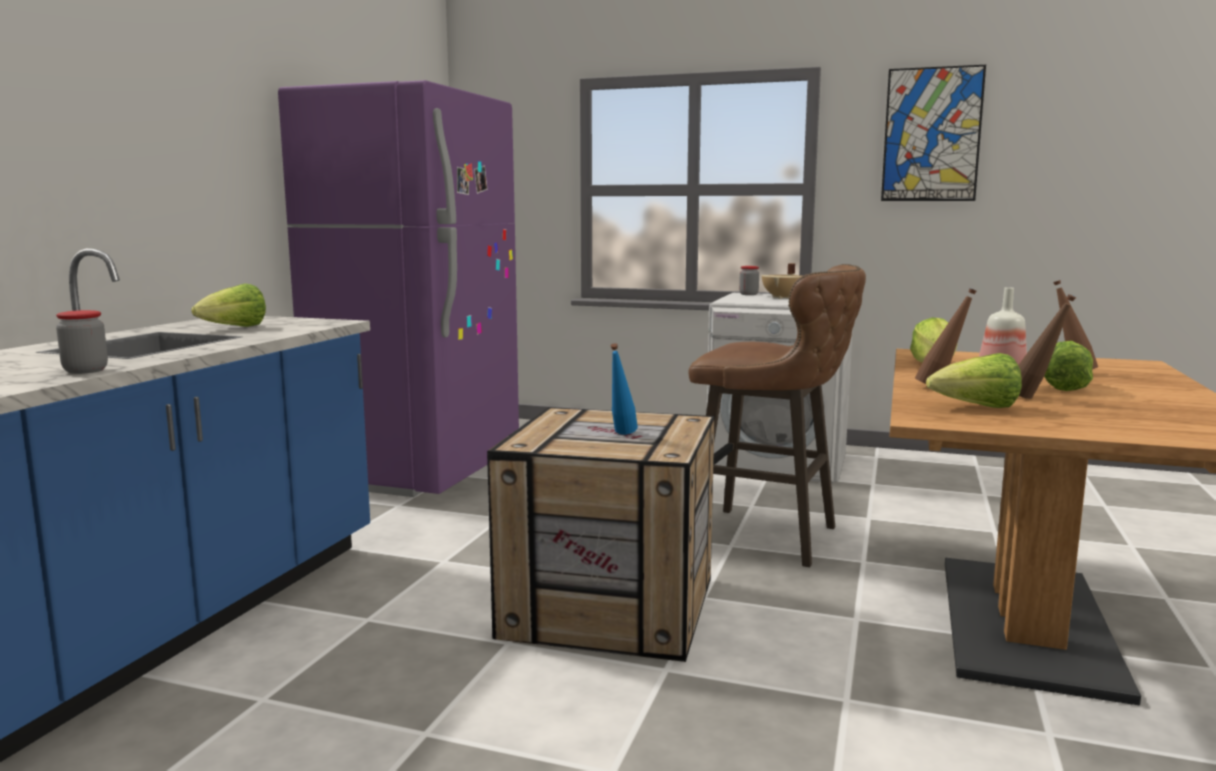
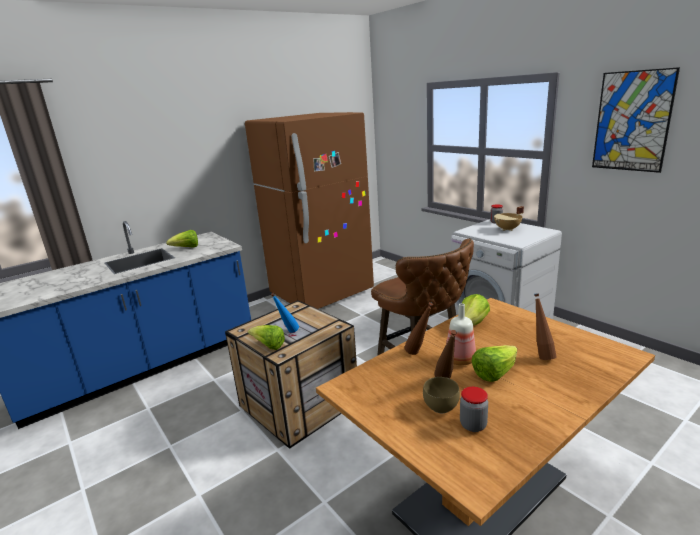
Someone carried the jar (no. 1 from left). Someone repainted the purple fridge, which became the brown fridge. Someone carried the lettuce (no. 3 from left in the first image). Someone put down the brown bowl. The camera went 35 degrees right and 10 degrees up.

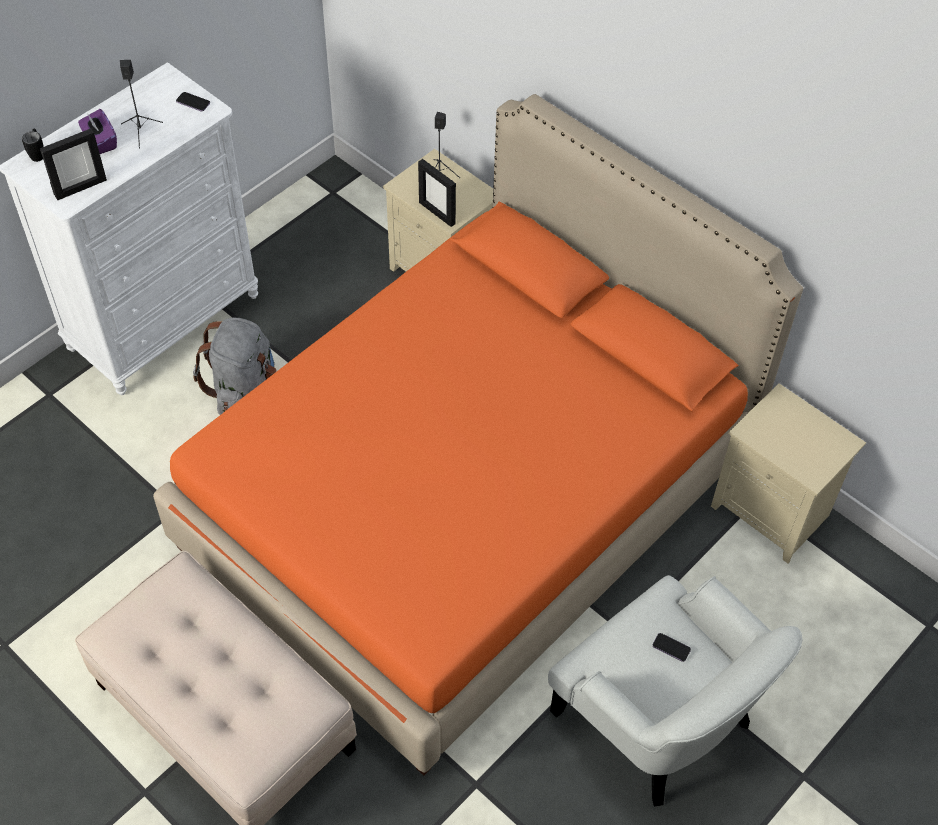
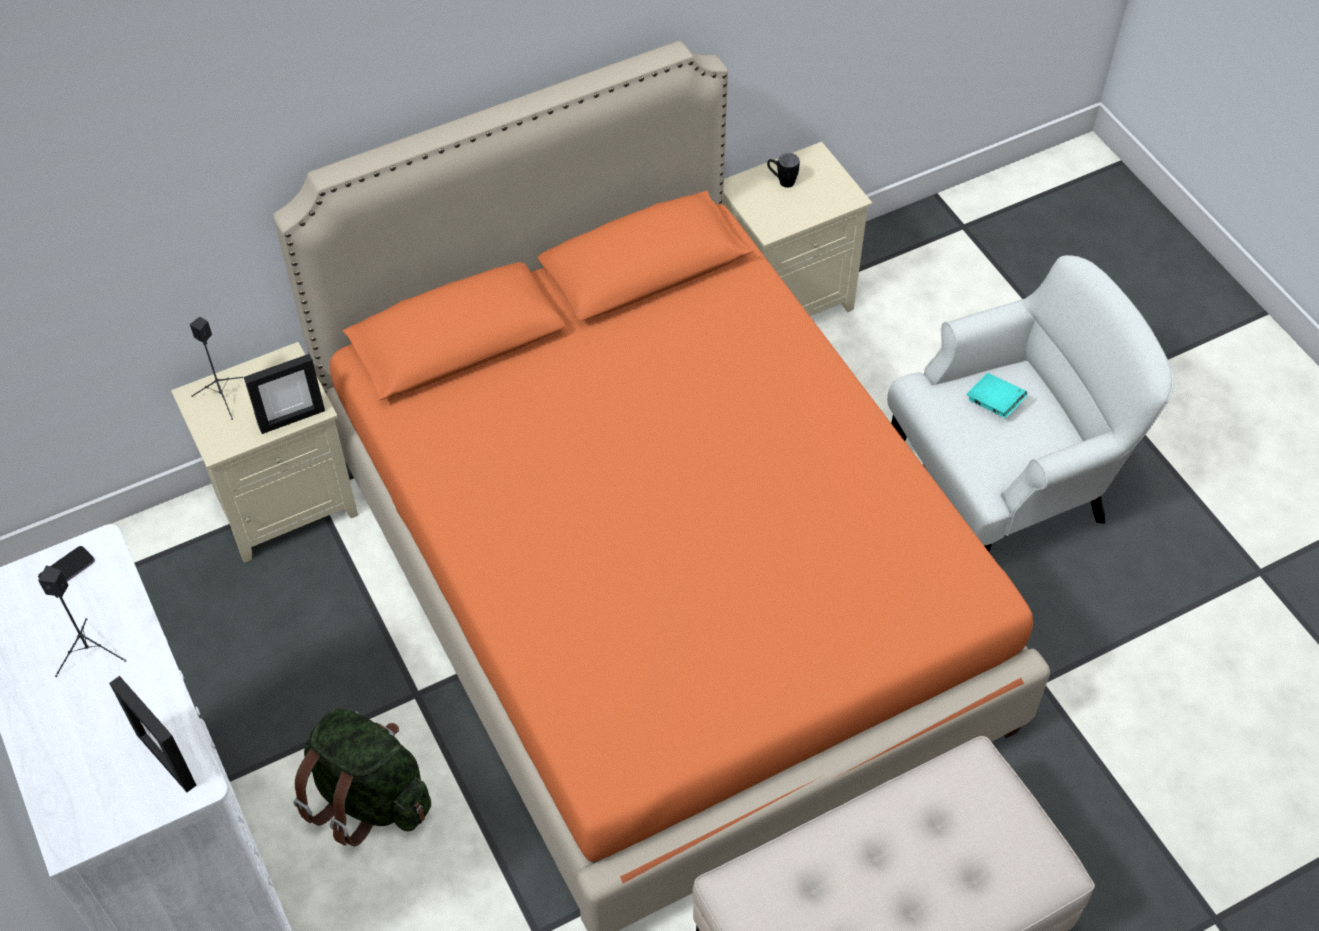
Someone carried the black mug. Someone rotated the picture frame (no. 1 from left) by 150 degrees clockwise. Someone took away the purple tissue box. Someone repainted the grey backpack, which became the green backpack. Someone swapped the phone (no. 2 from left) for the turquoise book. The camera went 70 degrees left and 0 degrees up.

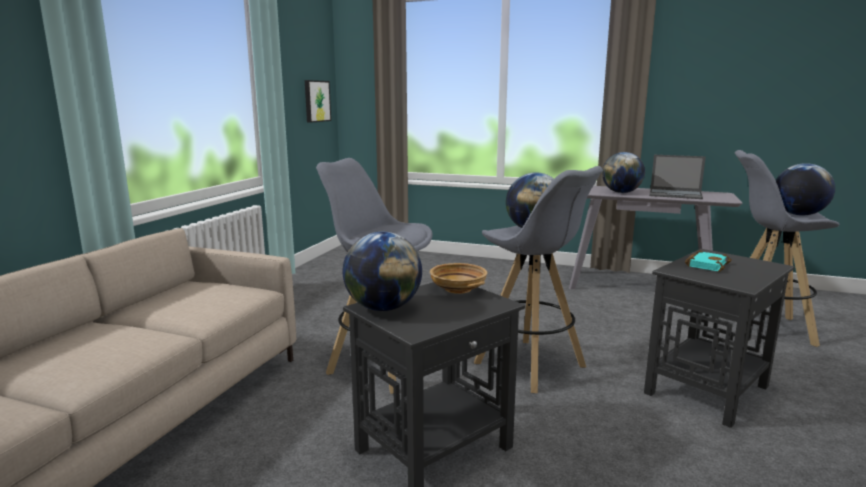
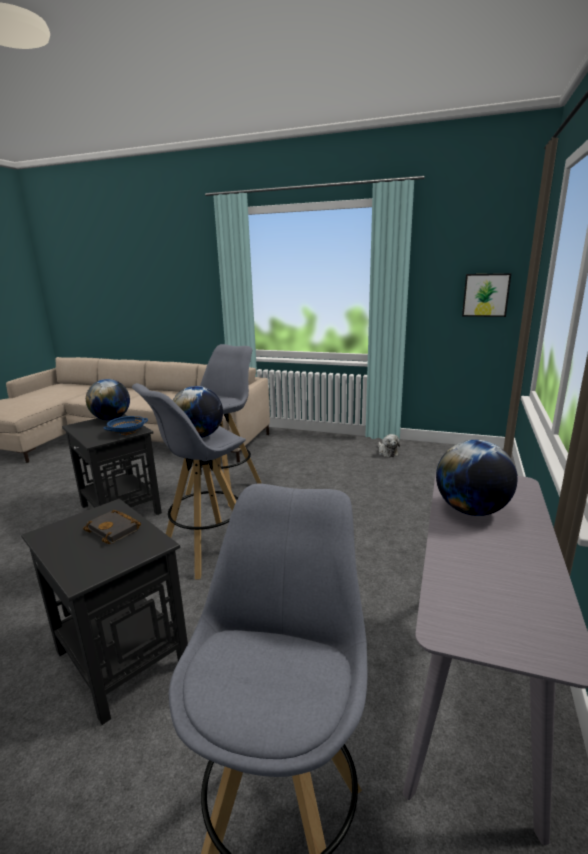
Someone repainted the beige bowl, which became the blue bowl. Someone took away the laptop. Someone repainted the turquoise book, which became the black book. Someone took away the globe (no. 4 from left). Someone put down the plush toy. The camera went 90 degrees right and 5 degrees up.

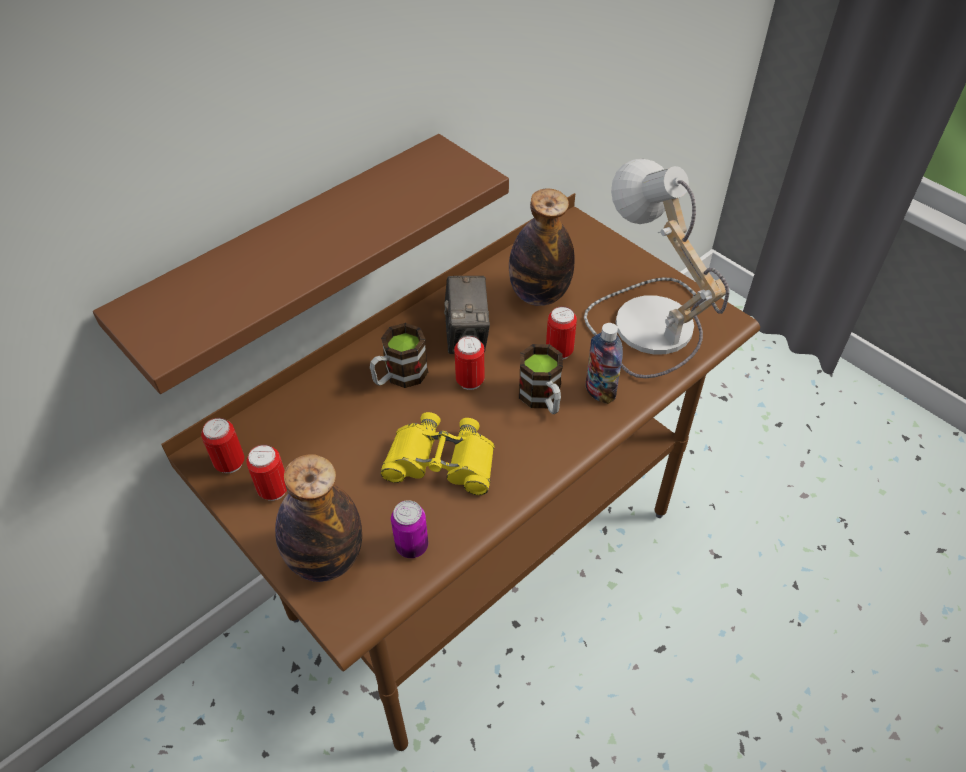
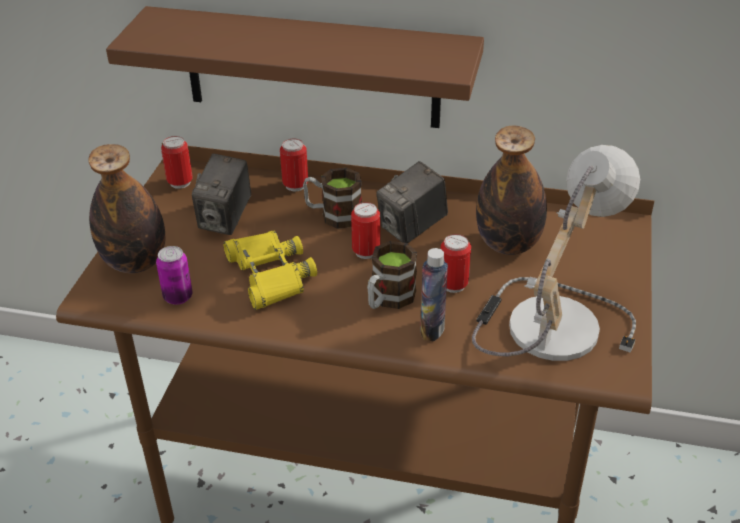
Someone carried the can (no. 2 from left in the first image). Someone put down the photo camera (no. 1 from left). The camera went 55 degrees right and 10 degrees down.

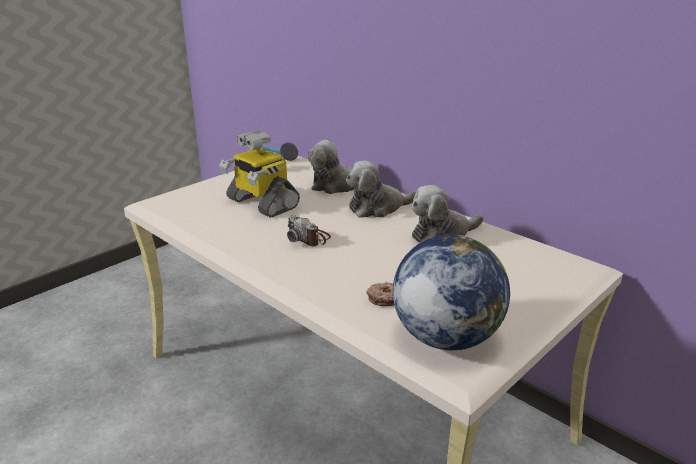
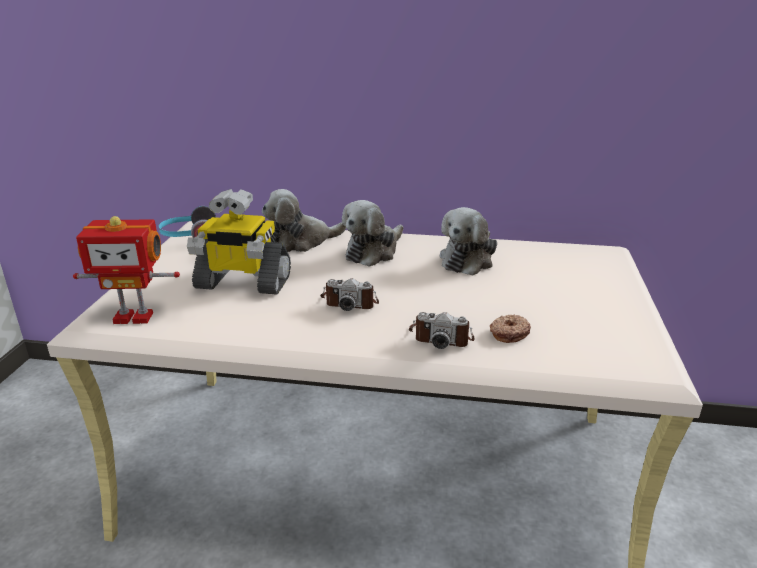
Someone took away the globe. Someone put down the toy robot (no. 1 from left). Someone put down the photo camera (no. 2 from left). The camera went 35 degrees left and 0 degrees up.

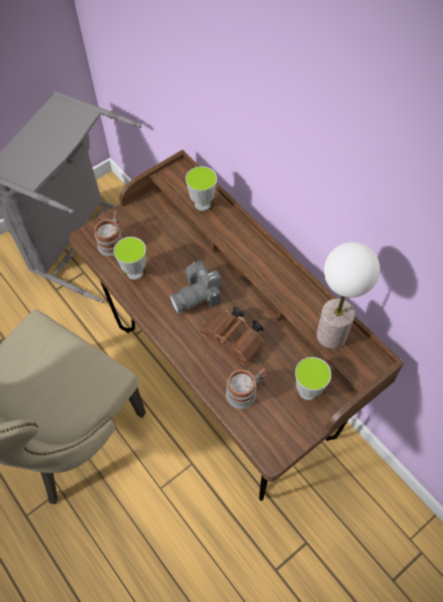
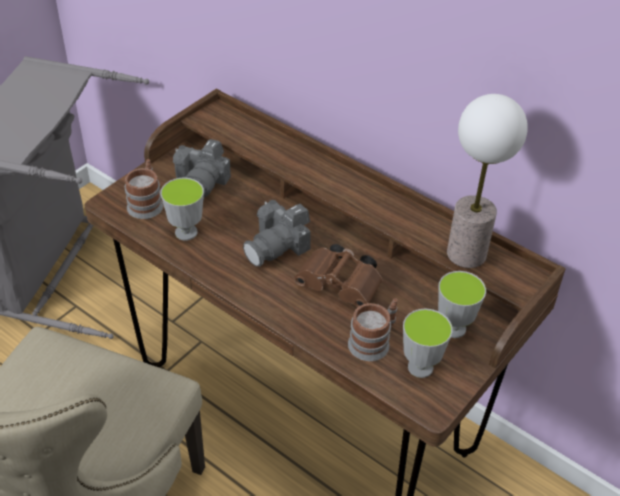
Someone carried the cup (no. 2 from left). Someone put down the photo camera (no. 1 from left). The camera went 15 degrees left and 15 degrees down.

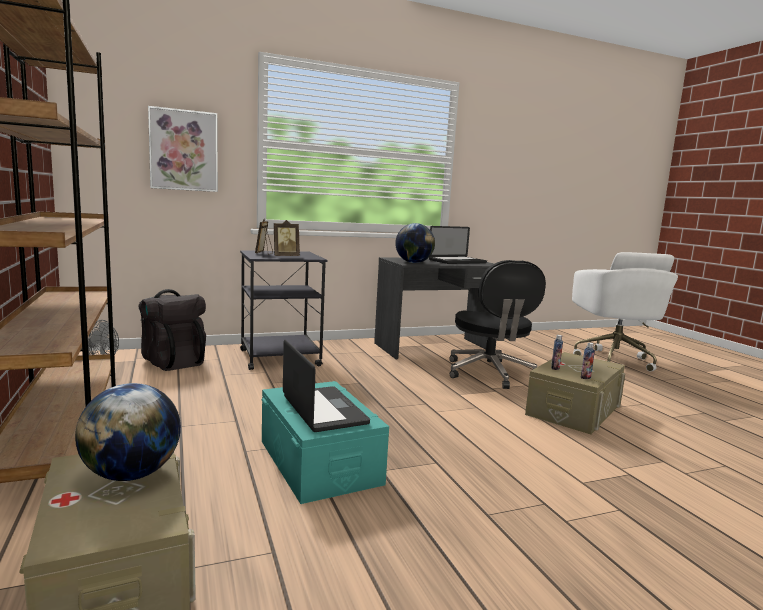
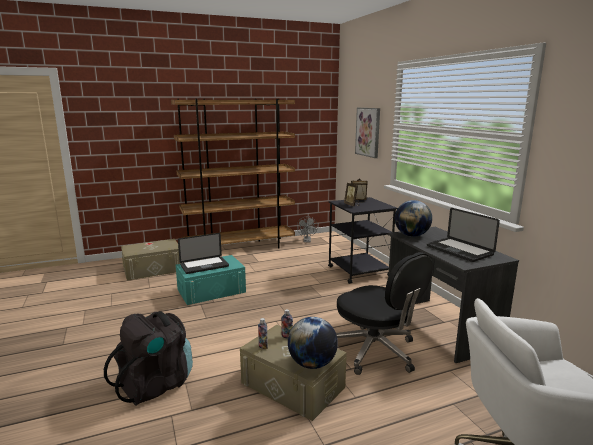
Someone carried the globe (no. 1 from left). Someone carried the black backpack. Someone rotated the black office chair by 120 degrees counterclockwise. The camera went 90 degrees right and 5 degrees up.

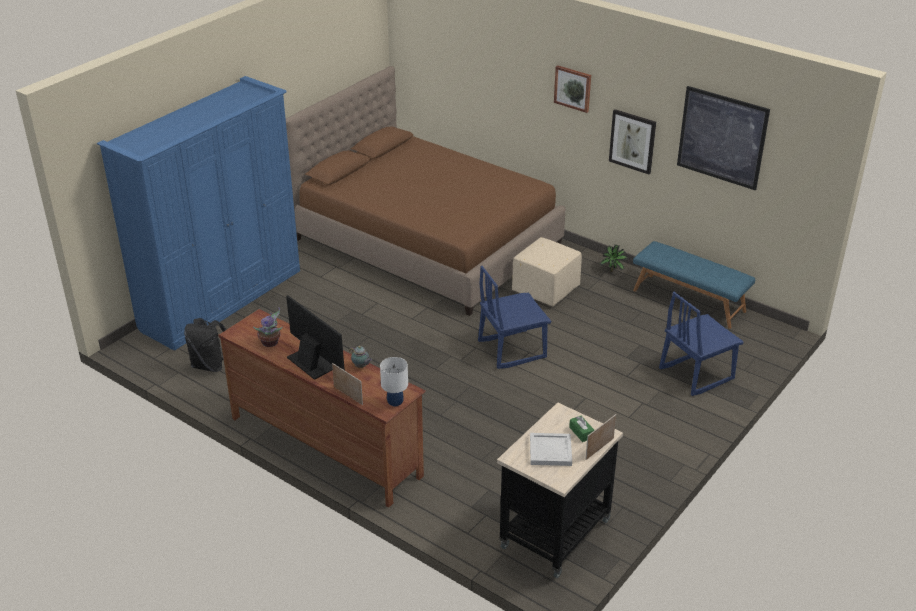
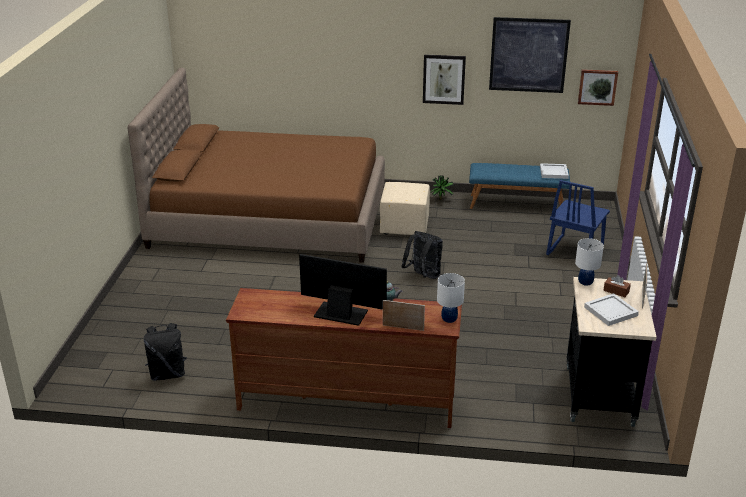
Someone took away the blue wardrobe. Someone took away the potted plant (no. 1 from left). Someone swapped the blue chair (no. 1 from left) for the black backpack (no. 2 from left). Someone carried the picture (no. 1 from left in the first image). Someone repainted the green tissue box, which became the brown tissue box. Someone put down the white tray (no. 1 from left). Someone put down the white table lamp (no. 2 from left). The camera went 30 degrees left and 5 degrees down.

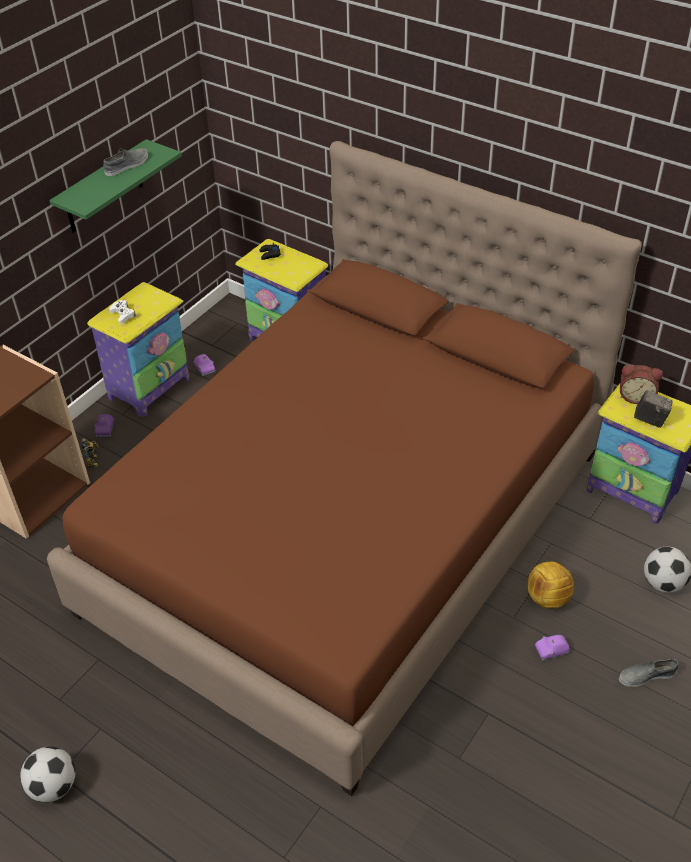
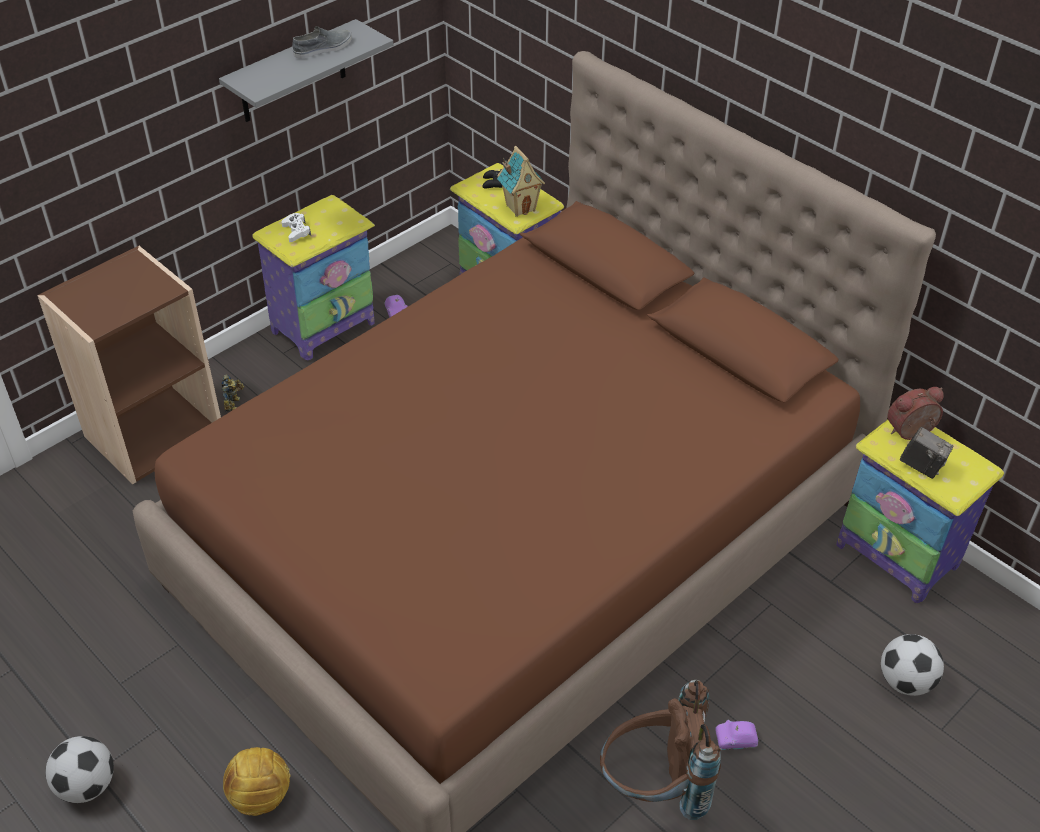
Someone repainted the green shelf, which became the grey shelf. Someone took away the purple toy car (no. 1 from left). Someone carried the football (no. 2 from left). Someone took away the grey shoe (no. 2 from left). Someone rotated the alarm clock by 135 degrees clockwise. Someone put down the toy house. Someone put down the brown backpack. The camera went 10 degrees right and 0 degrees up.

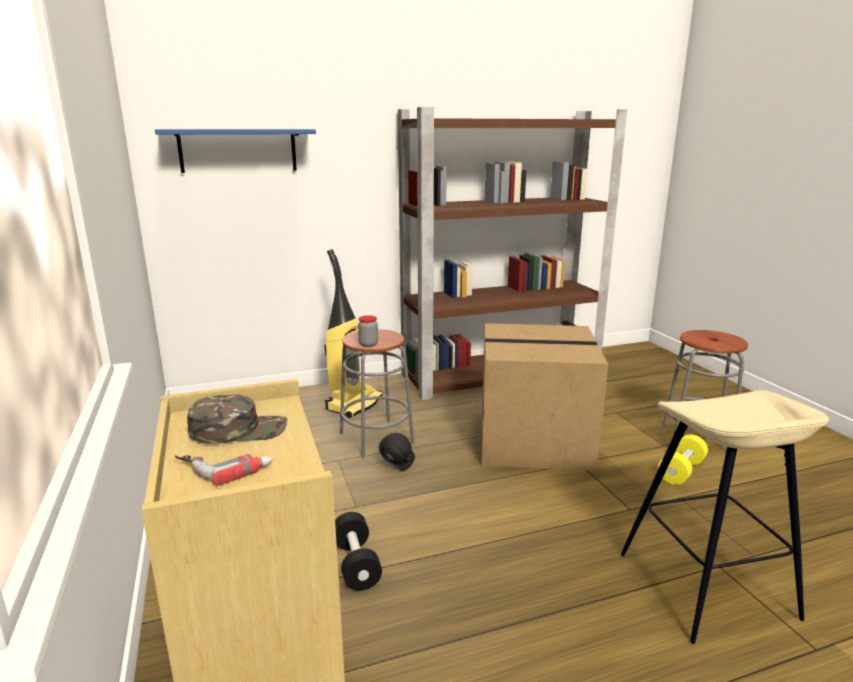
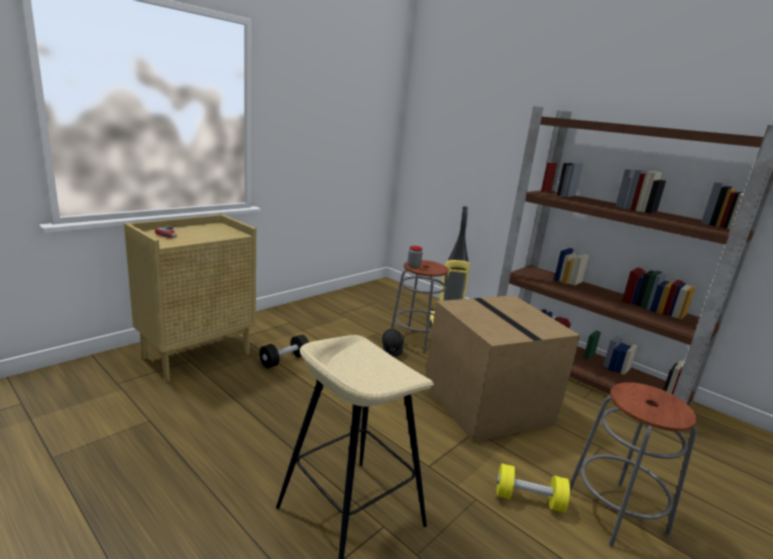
Someone took away the blue shelf. Someone took away the green cap. The camera went 60 degrees right and 0 degrees up.

